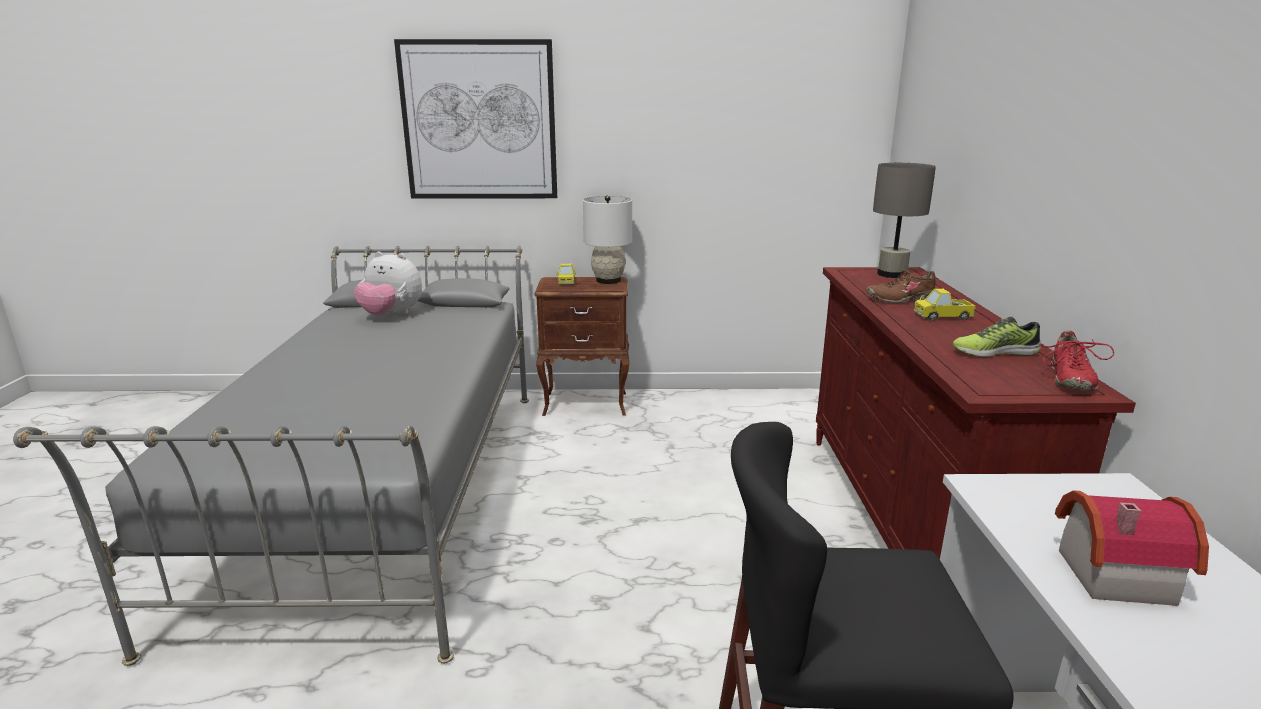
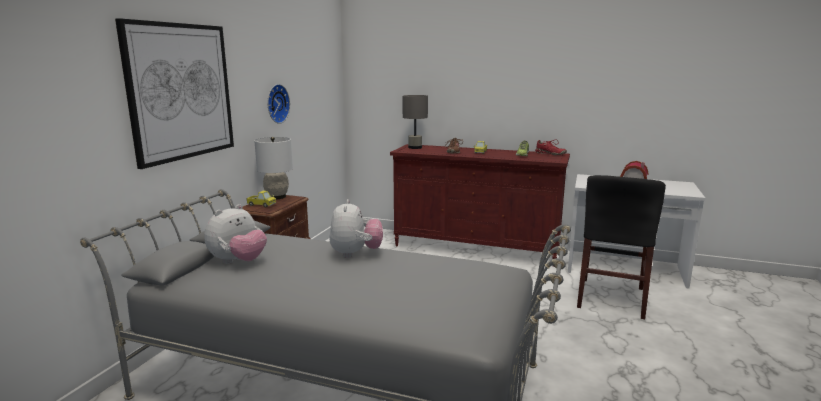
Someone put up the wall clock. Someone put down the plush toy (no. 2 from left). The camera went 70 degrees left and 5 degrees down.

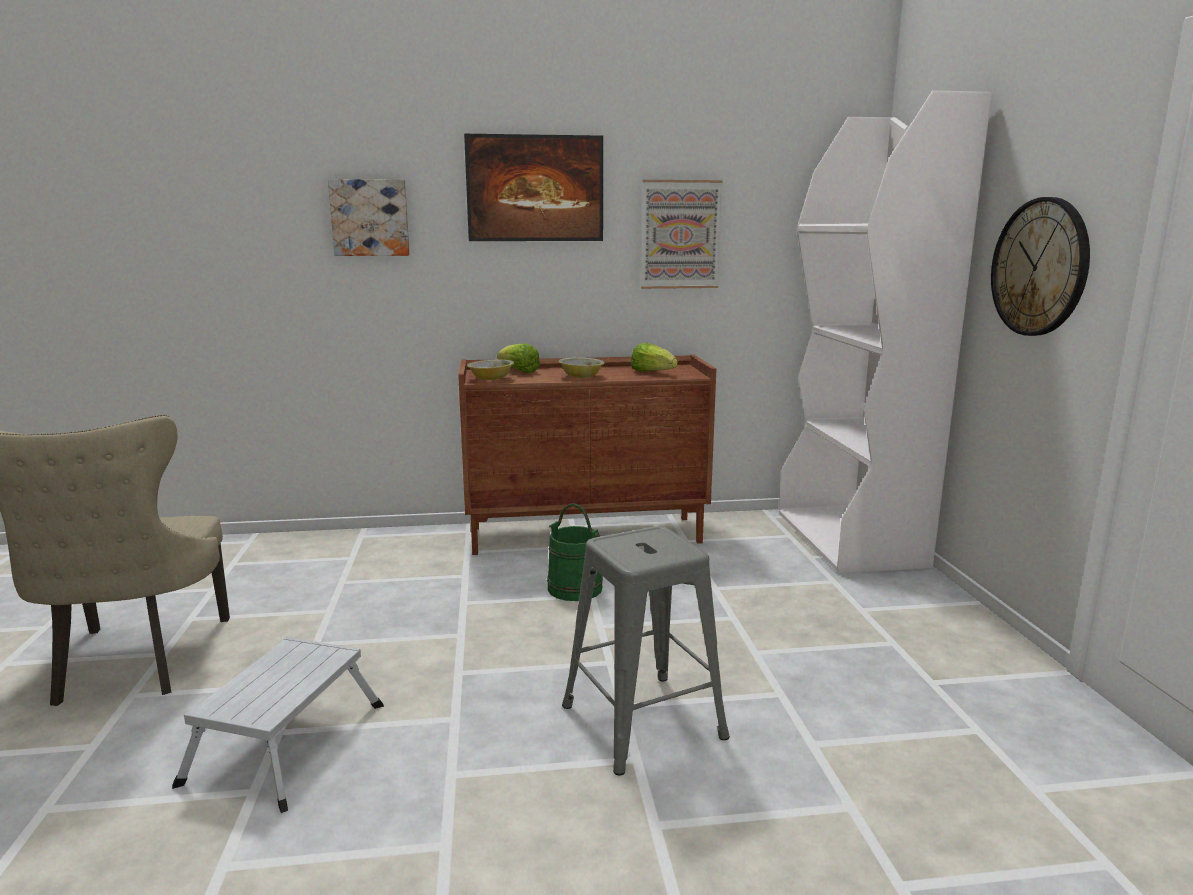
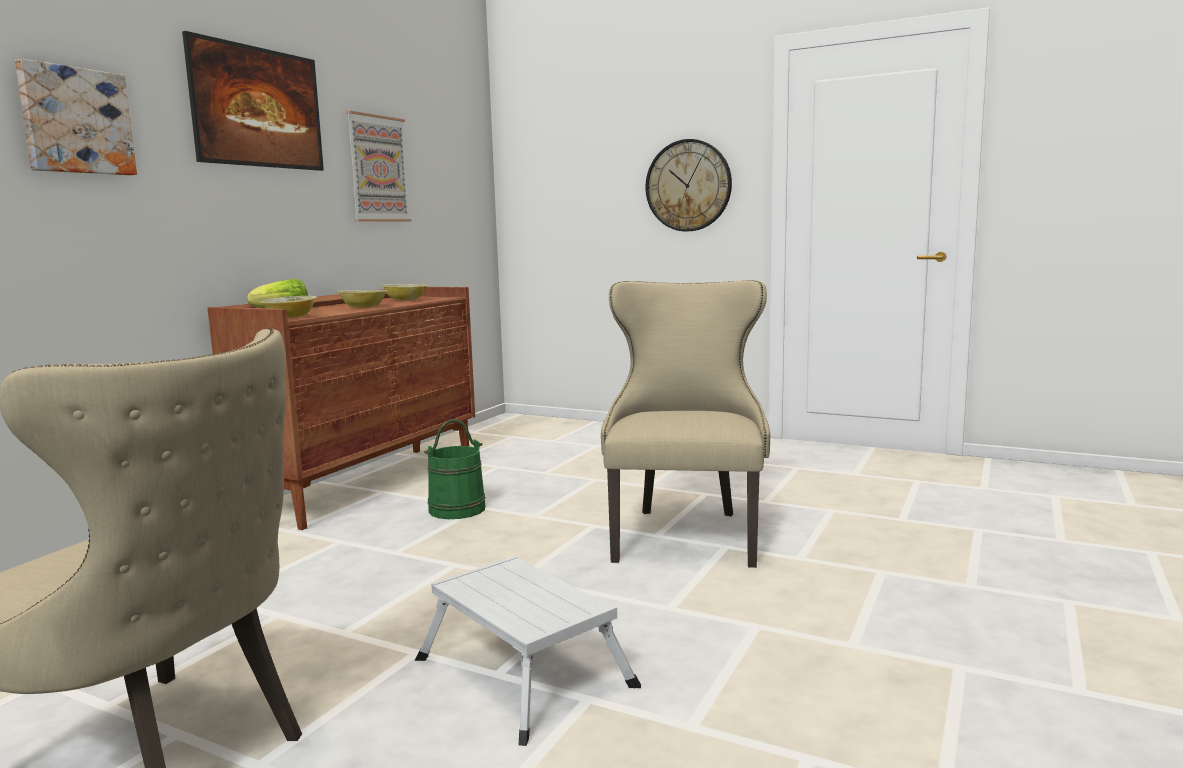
Someone swapped the grey stool for the beige chair (no. 2 from left). Someone swapped the lettuce (no. 2 from left) for the bowl (no. 3 from left). Someone took away the white bookcase. The camera went 55 degrees left and 5 degrees down.

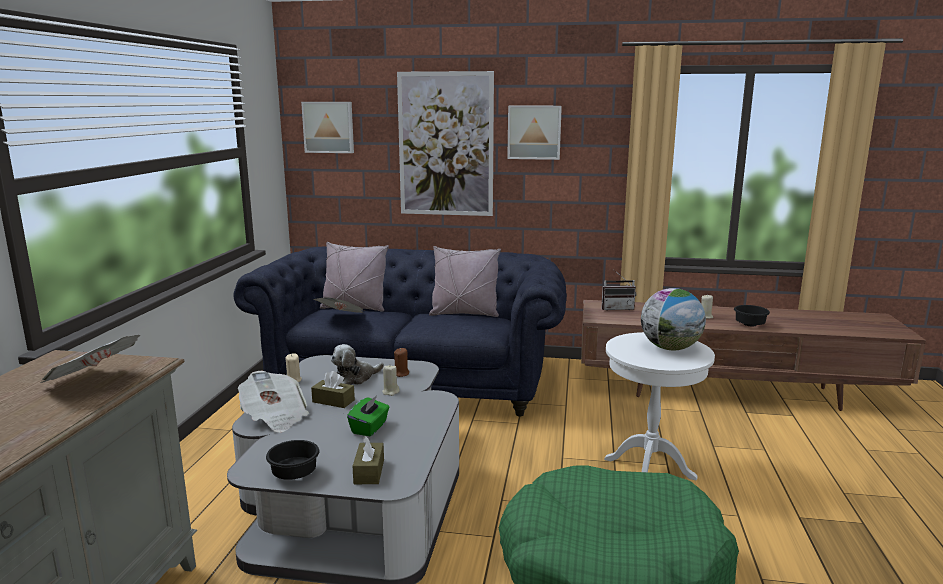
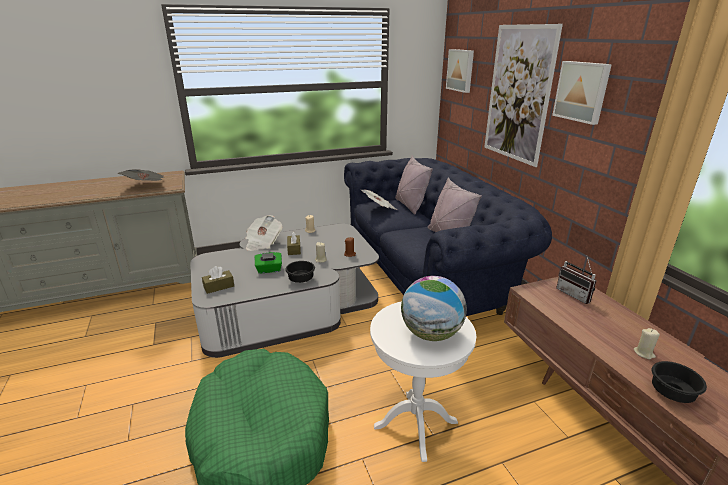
Someone carried the black bowl (no. 1 from left). Someone took away the plush toy. The camera went 60 degrees right and 10 degrees up.

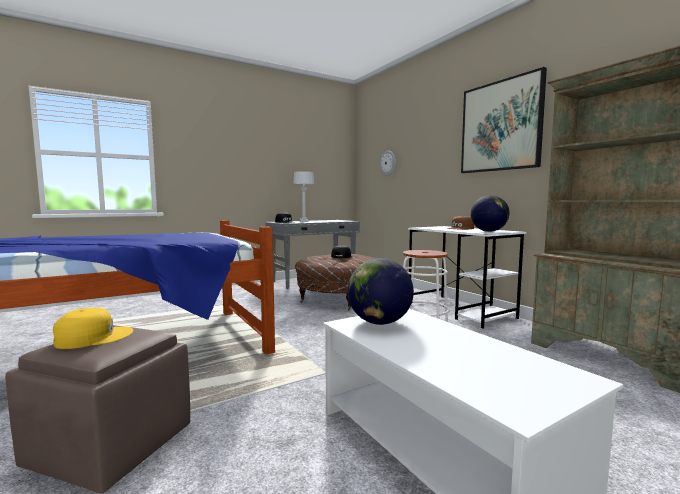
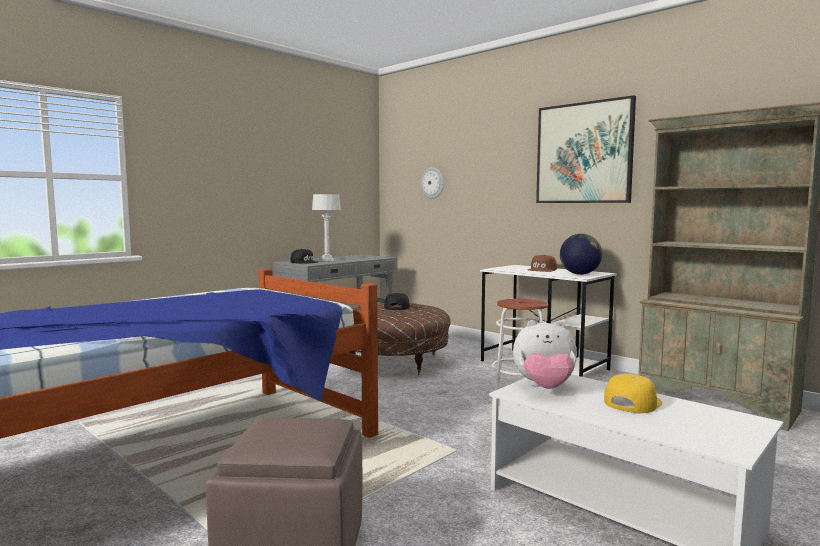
Someone carried the yellow cap. Someone swapped the globe (no. 1 from left) for the plush toy. The camera went 15 degrees left and 0 degrees up.

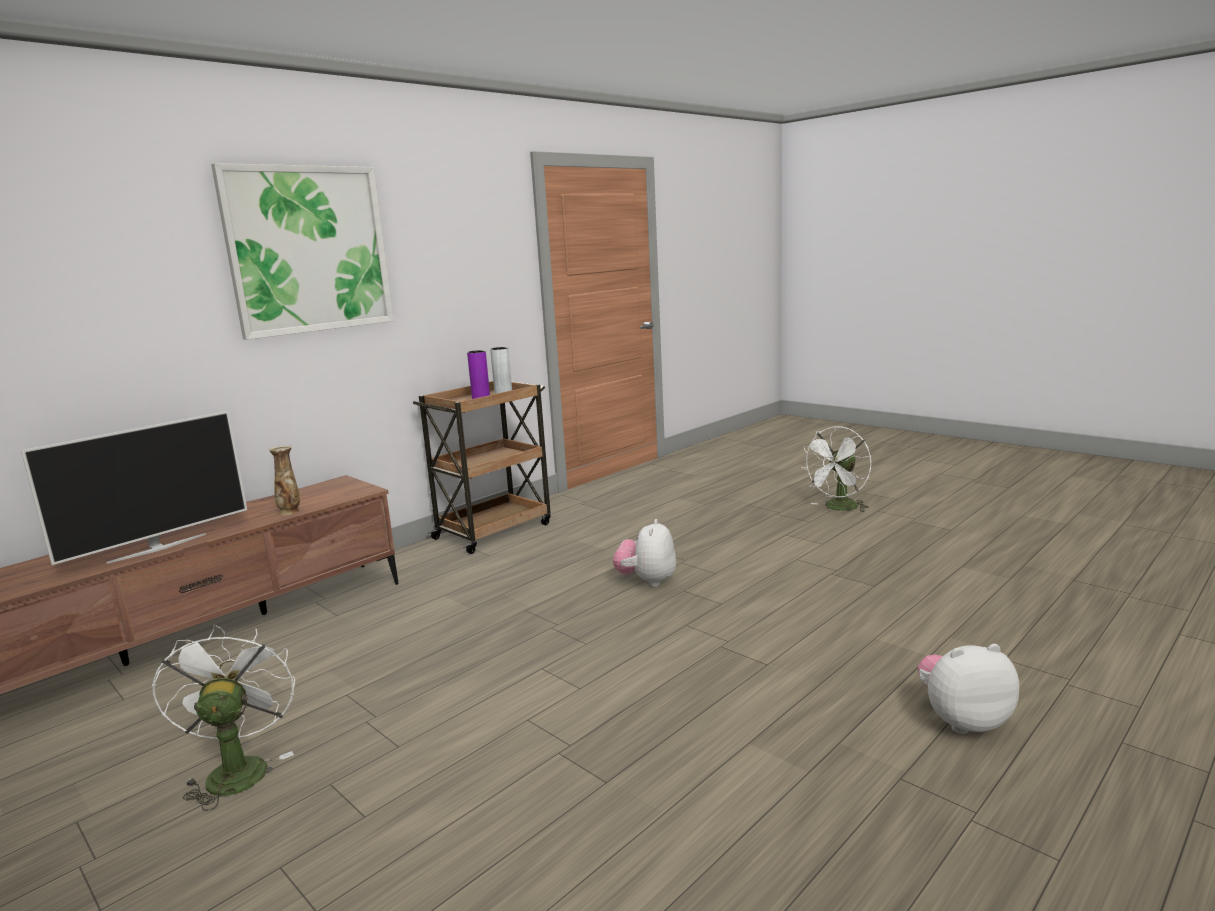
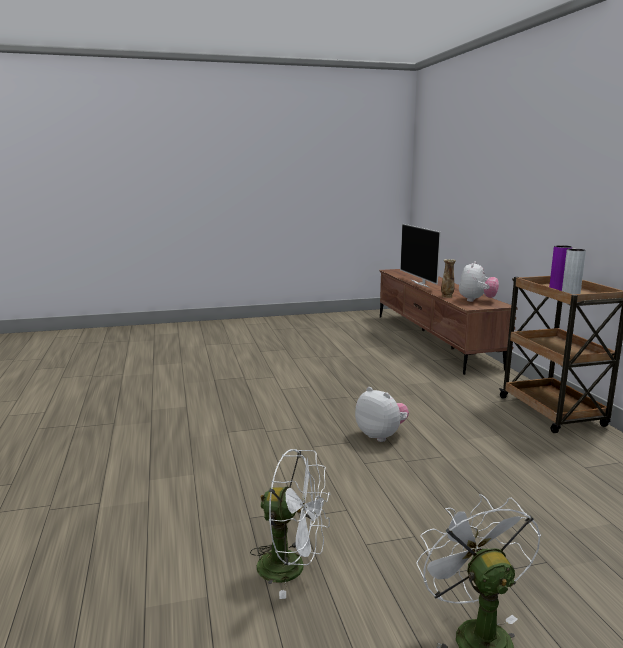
Someone carried the white fan (no. 1 from left). Someone took away the picture. Someone carried the plush toy (no. 2 from left). The camera went 120 degrees right and 0 degrees up.

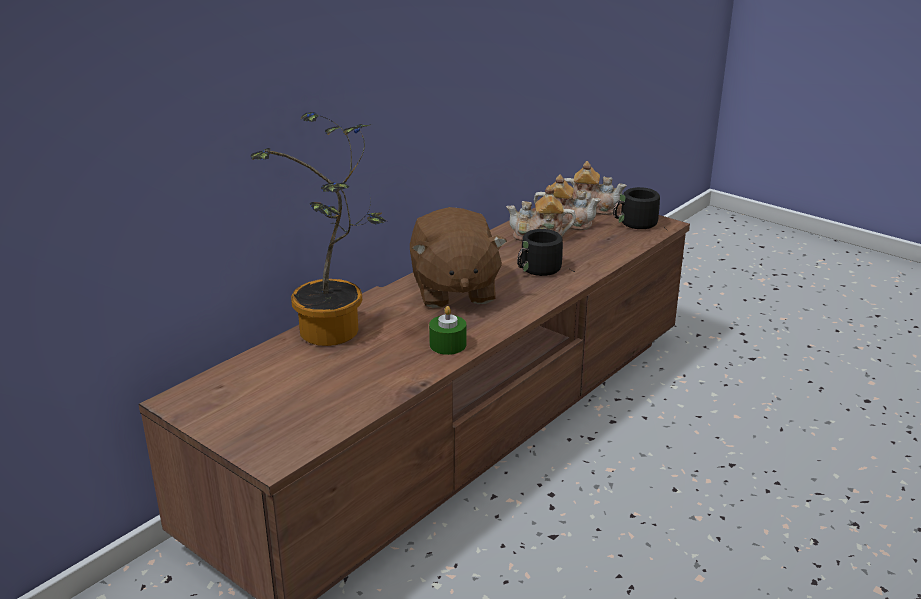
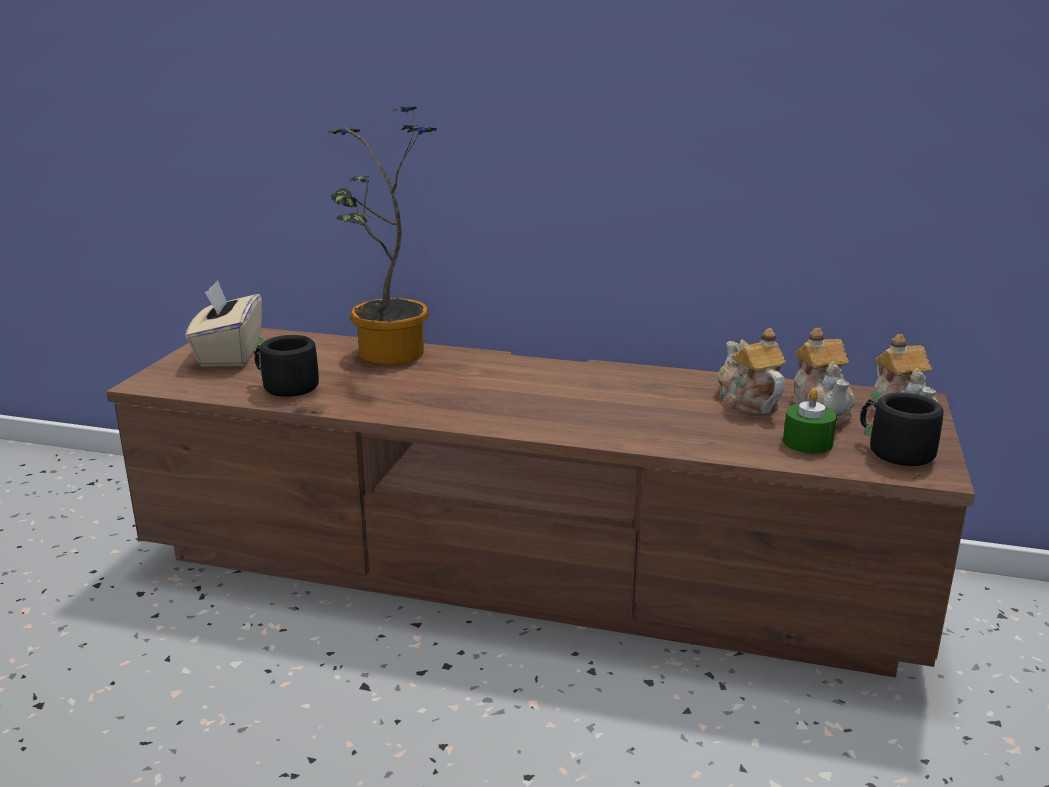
Someone took away the brown plush toy. Someone carried the green candle. Someone carried the black mug (no. 1 from left). Someone put down the beige tissue box. The camera went 65 degrees right and 5 degrees down.

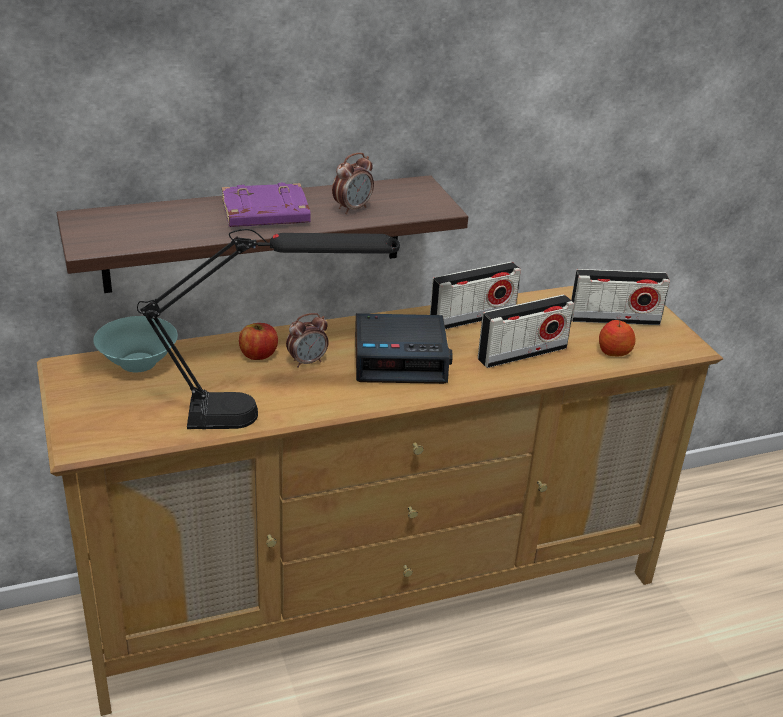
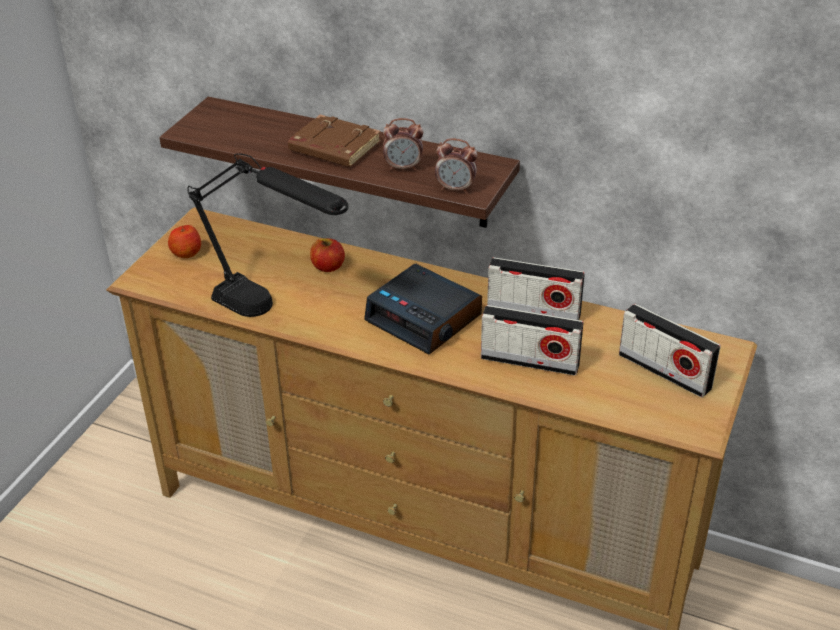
Someone took away the turquoise bowl. Someone repainted the purple book, which became the brown book. Someone carried the alarm clock (no. 1 from left in the first image). Someone carried the apple (no. 2 from left in the first image). The camera went 45 degrees right and 5 degrees up.

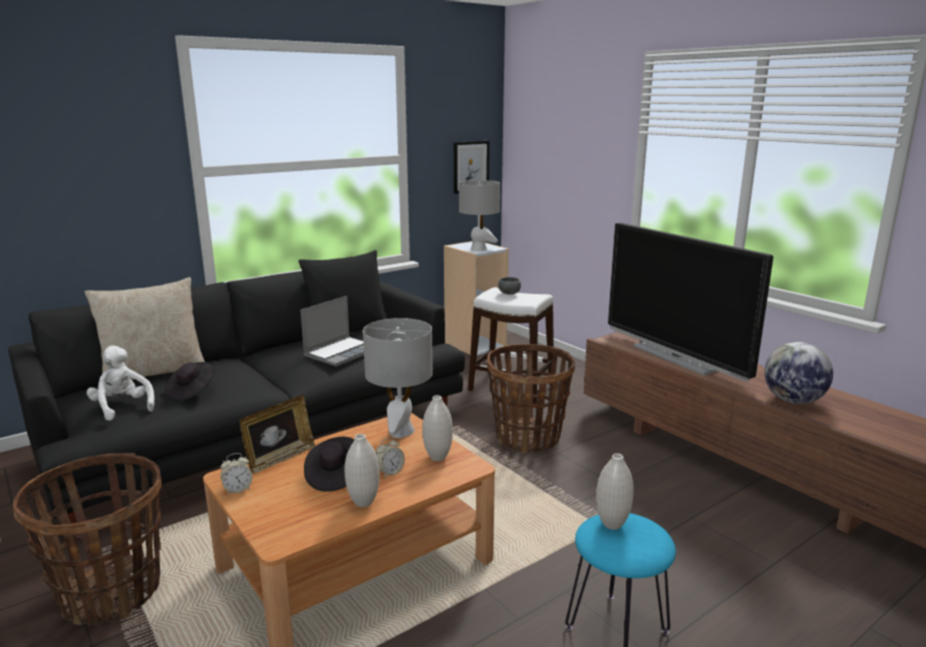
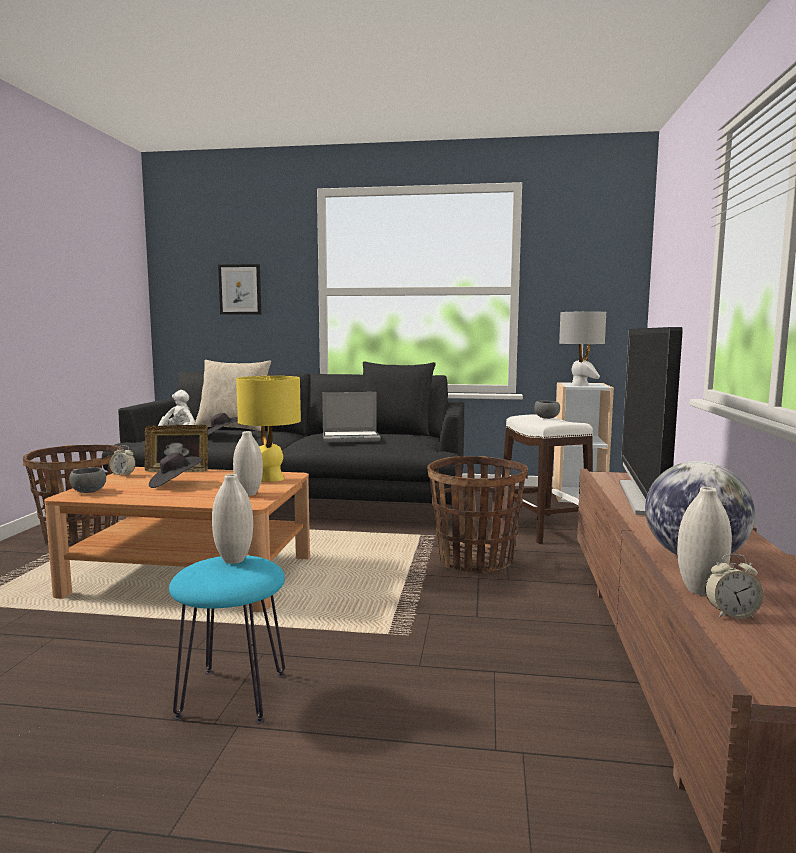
Someone carried the white vase (no. 1 from left in the first image). Someone repainted the grey table lamp (no. 1 from left), which became the yellow table lamp. Someone carried the alarm clock (no. 2 from left). Someone carried the picture. Someone put down the grey bowl (no. 1 from left). The camera went 45 degrees right and 10 degrees down.

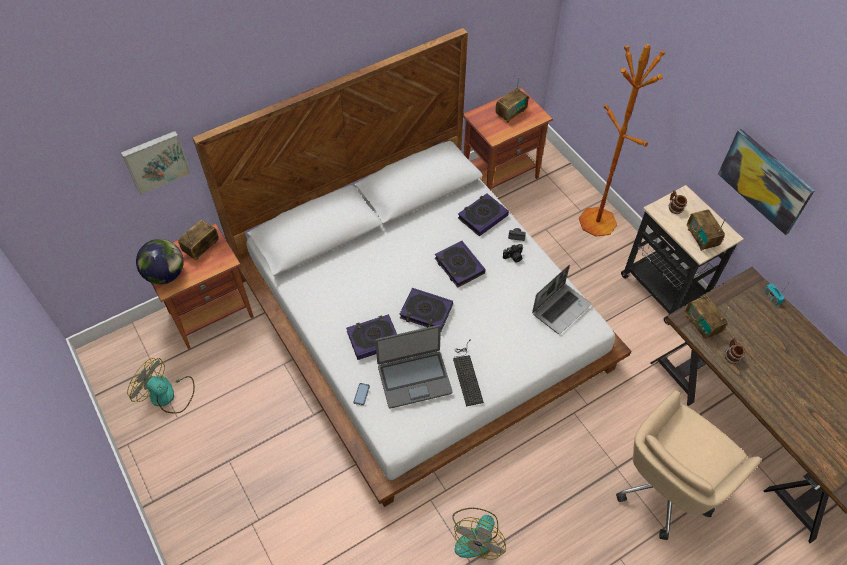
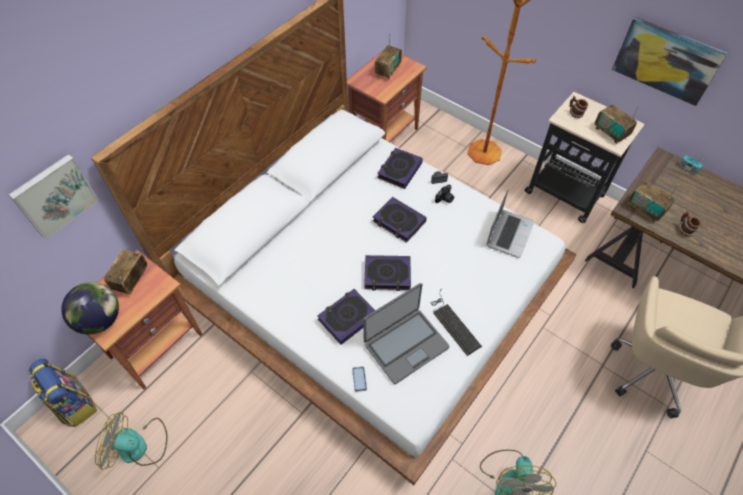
Someone put down the backpack. The camera went 20 degrees left and 0 degrees up.

